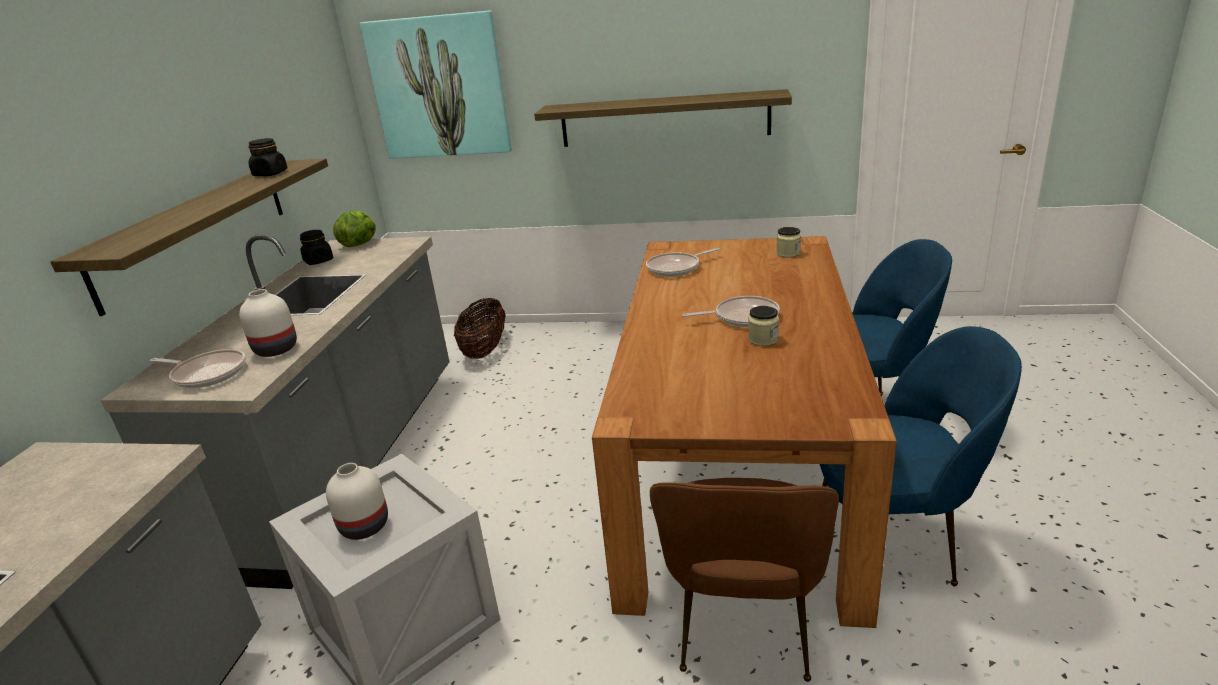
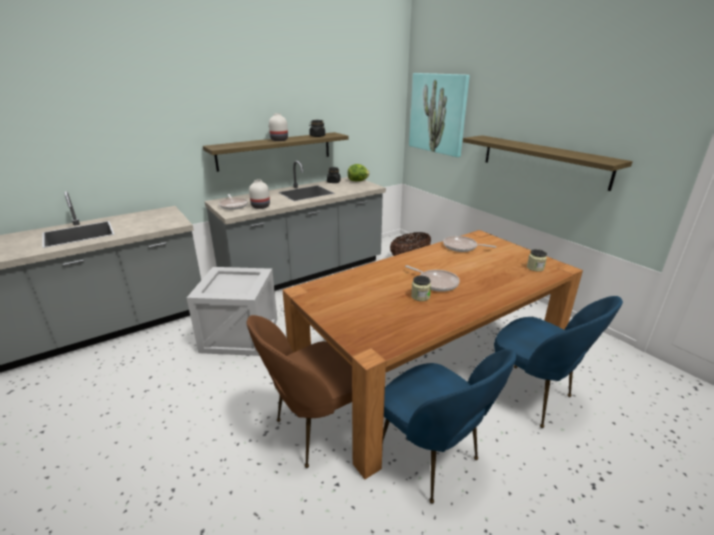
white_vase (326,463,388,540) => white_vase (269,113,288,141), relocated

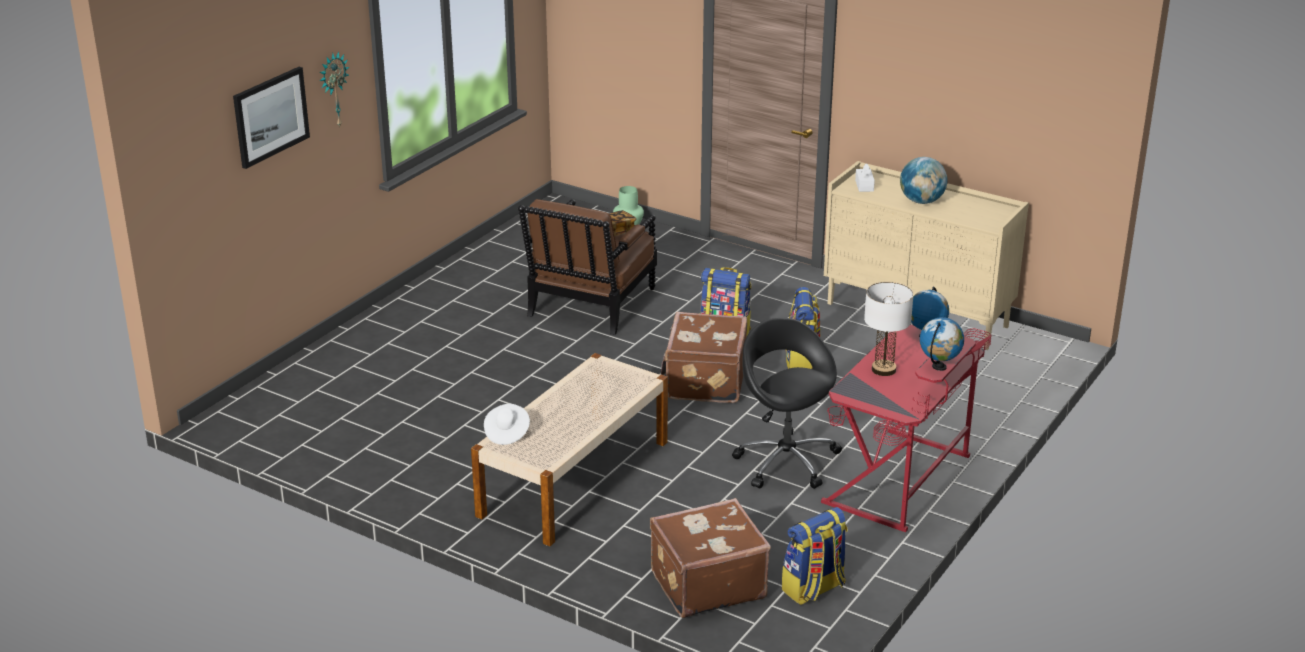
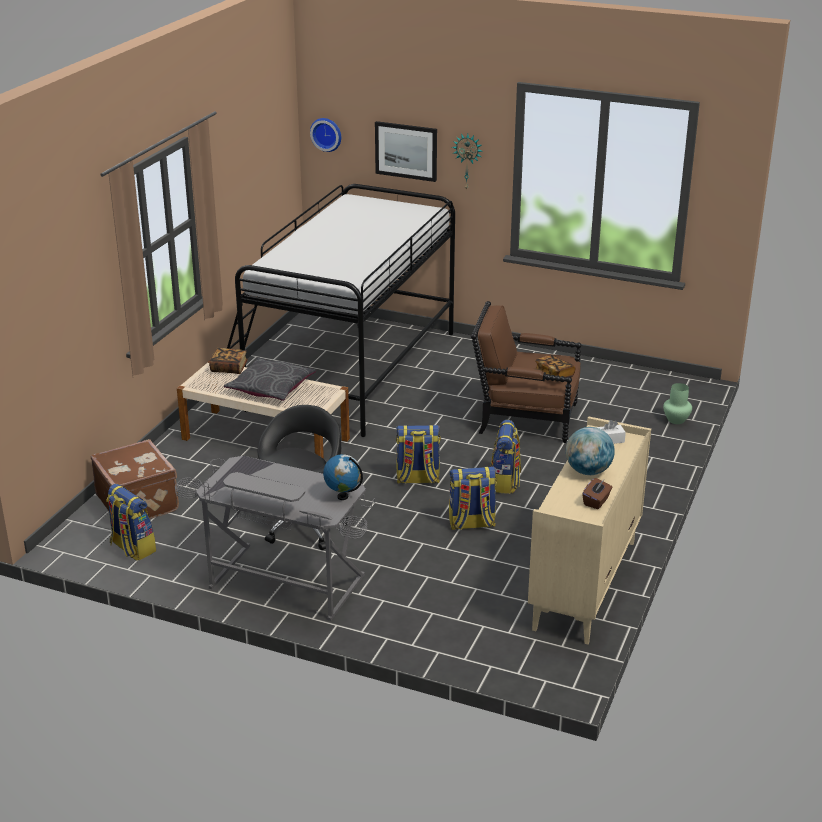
table_lamp (864,282,913,376) => nothing
brown_suitcase (661,312,747,403) => backpack (396,425,441,484)
globe (920,317,964,371) => nothing
red_desk (821,324,992,532) => grey_desk (175,455,375,621)
white_hat (484,404,530,445) => book (209,348,248,374)
nothing => wall_clock (310,118,341,152)
nothing => black_bed (217,184,455,437)
nothing => grey_pillow (224,357,316,401)
nothing => brown_tissue_box (582,478,612,509)

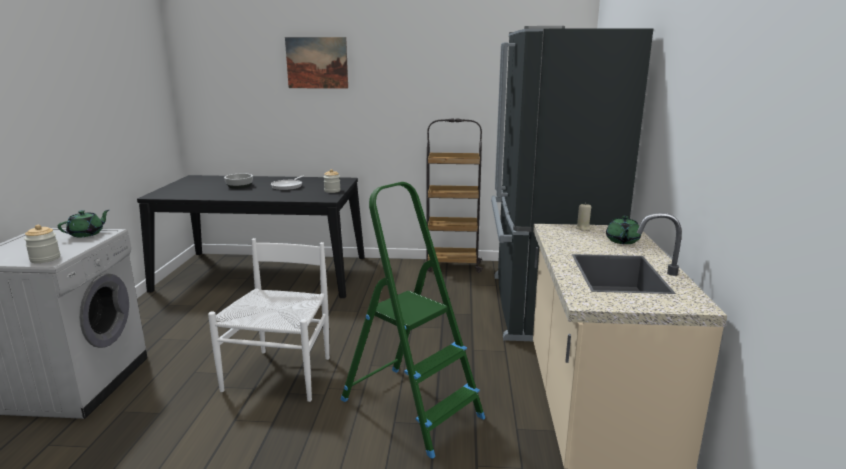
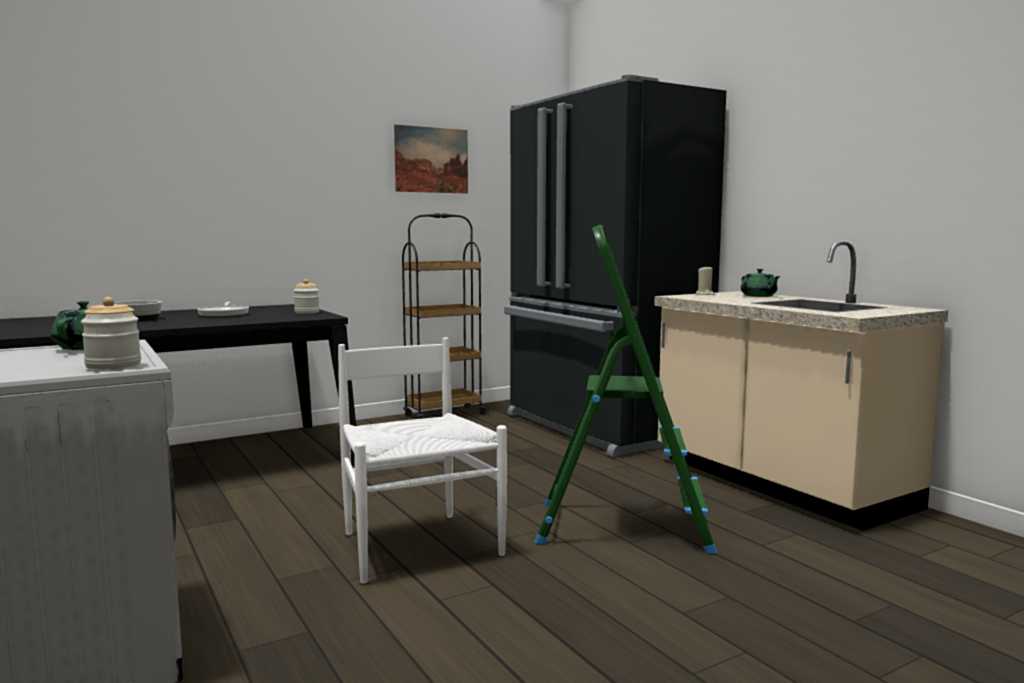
picture (285,37,348,89) => picture (394,125,468,194), relocated

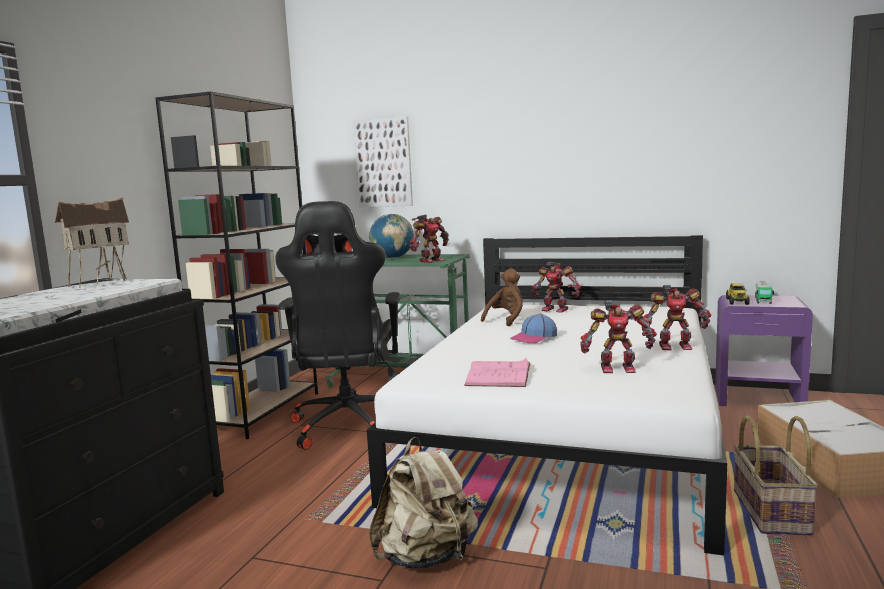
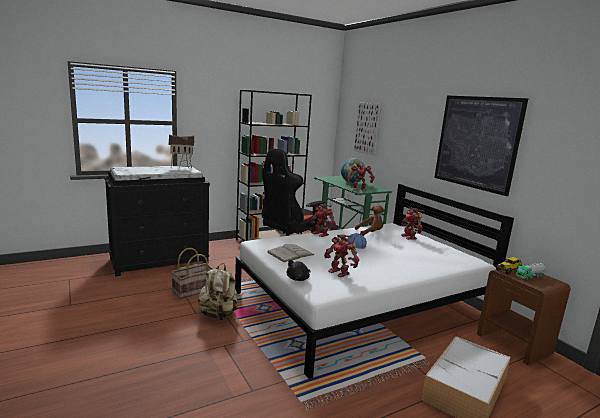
toy_robot (642,285,711,350) => toy_robot (310,204,336,237), relocated
purple_nightstand (715,295,813,406) => brown_nightstand (477,268,571,365)
pink_book (464,358,531,387) => white_book (267,244,314,262)
basket (734,415,818,535) => basket (171,248,213,299), relocated
nothing => picture (434,95,528,196)
nothing => black_plush_toy (287,260,311,281)

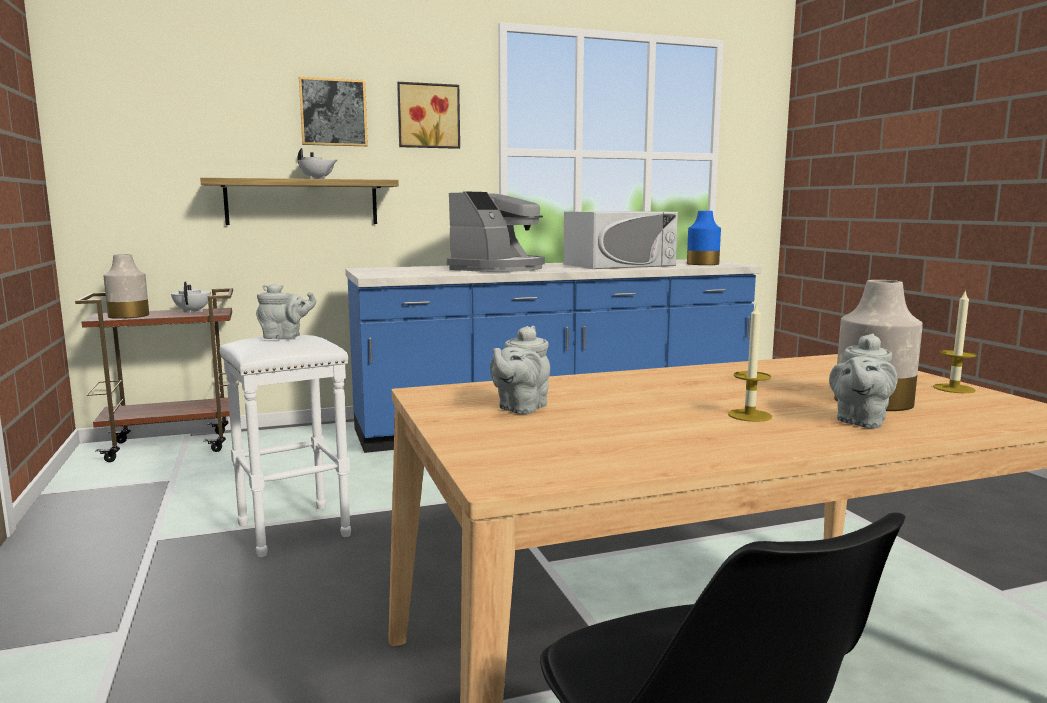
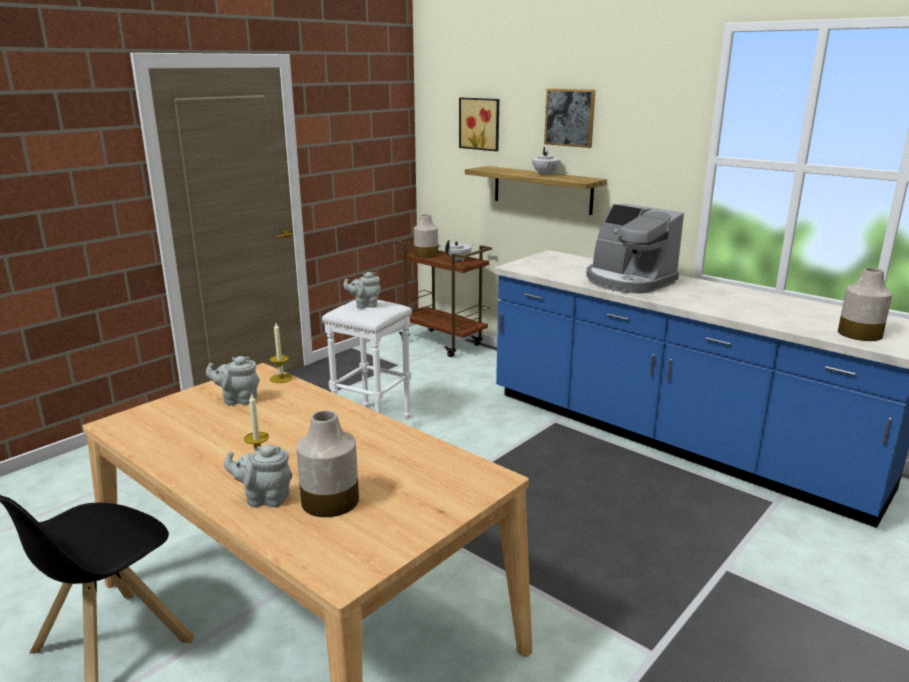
picture (397,82,460,149) => picture (459,98,499,151), relocated
coffee_machine (446,191,545,272) => coffee_machine (586,203,684,294), 45 degrees clockwise
white_microwave (563,211,678,269) => nothing
blue_vase (687,211,721,265) => beige_vase (838,268,892,341)
grey_teapot (256,283,316,339) => grey_teapot (343,272,381,308), 120 degrees clockwise
candle (933,289,977,393) => candle (270,323,292,383), relocated

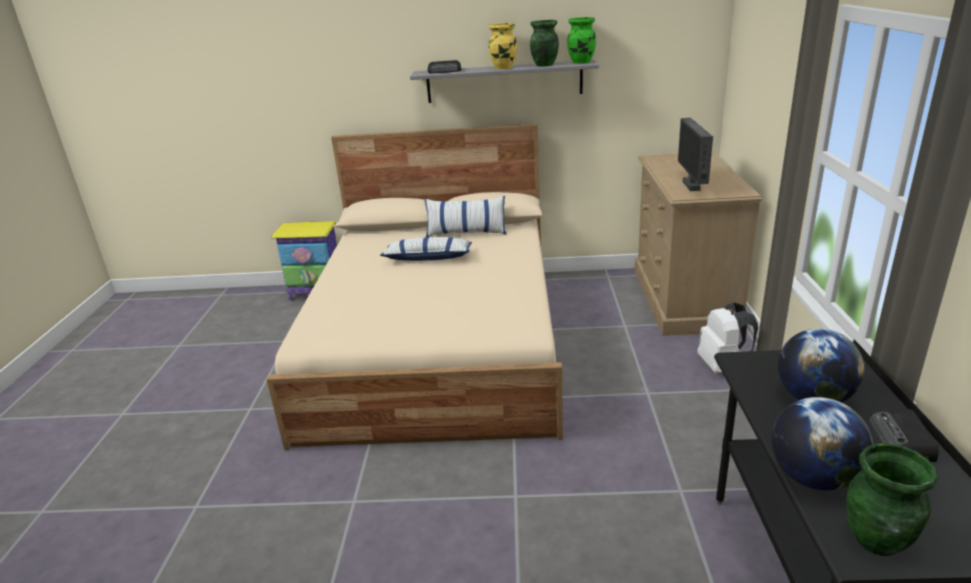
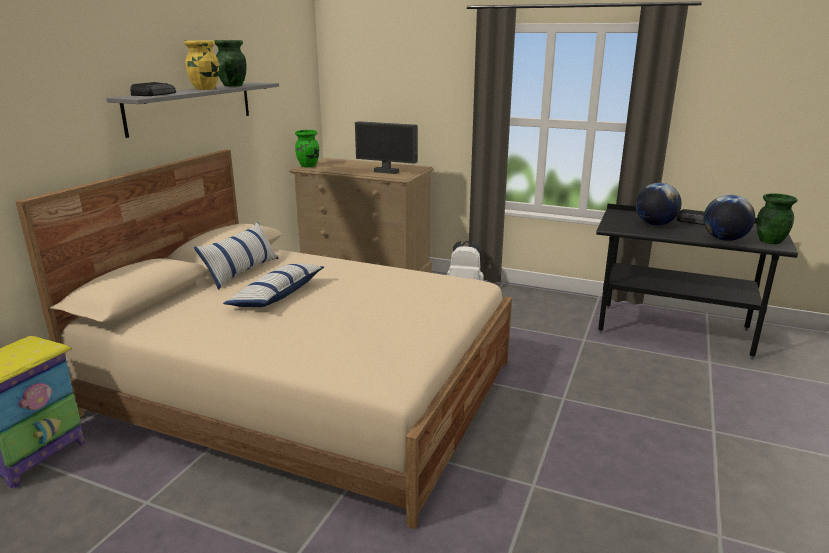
green_vase (567,17,596,64) => green_vase (295,130,319,167), relocated

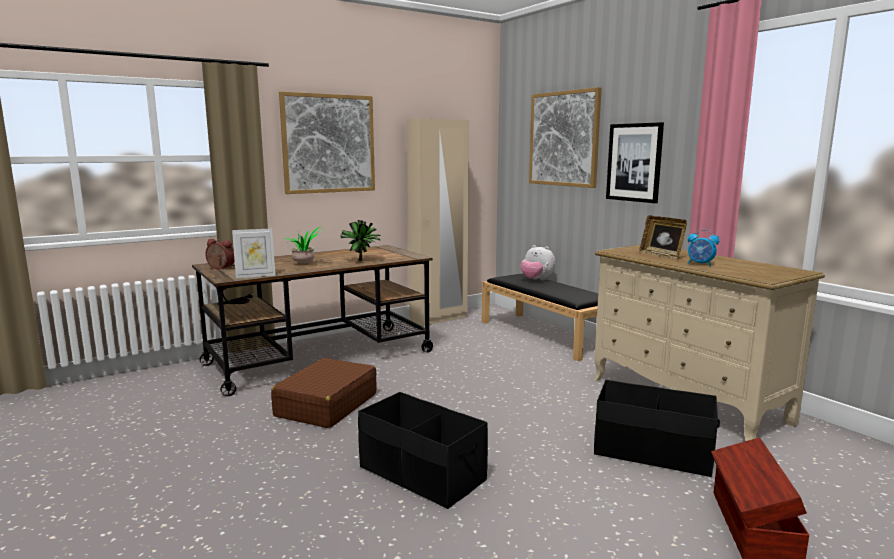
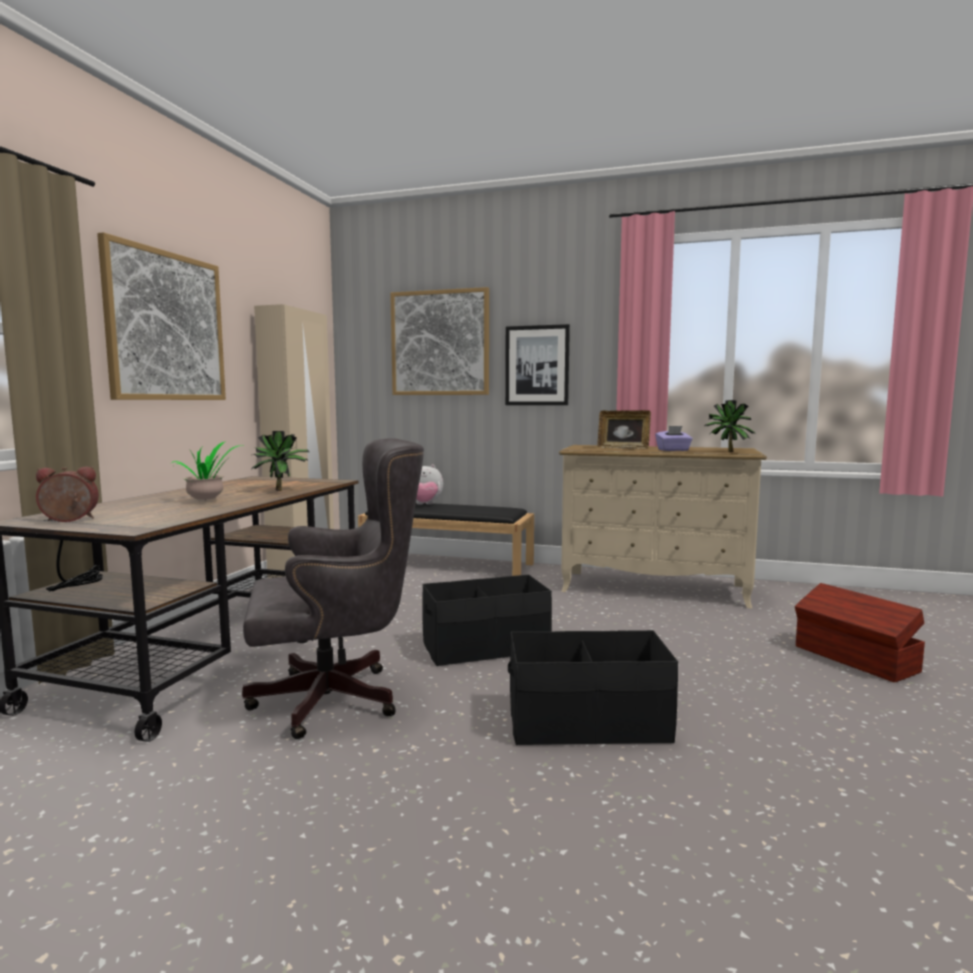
picture_frame (232,228,275,278) => nothing
alarm_clock (687,229,719,266) => purple_tissue_box (655,426,693,451)
brown_suitcase (271,358,377,428) => grey_office_chair (242,438,424,739)
black_storage_box (594,380,720,477) => black_storage_box (422,575,552,666), relocated
nothing => potted_plant (705,400,755,452)

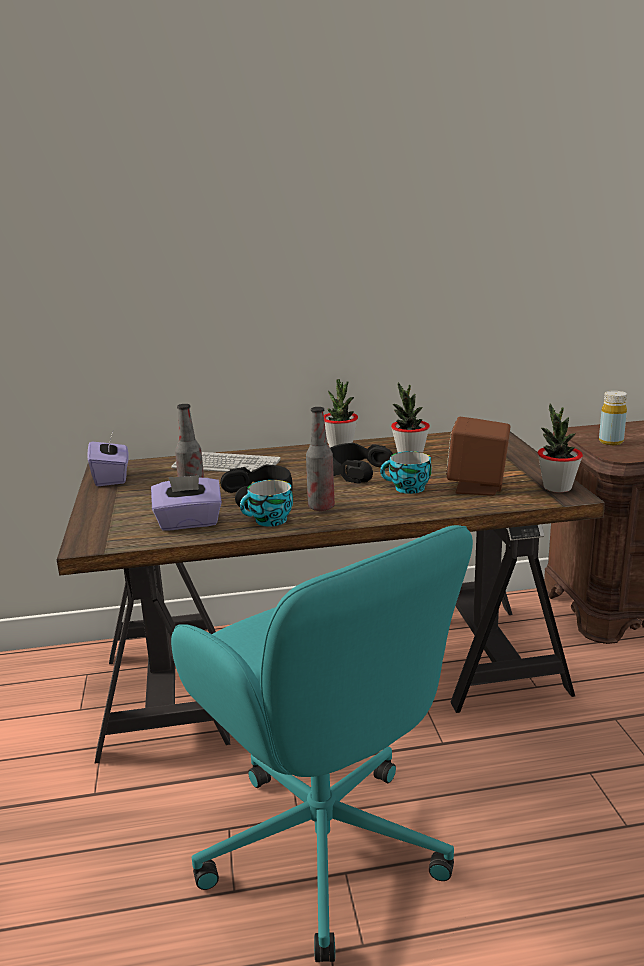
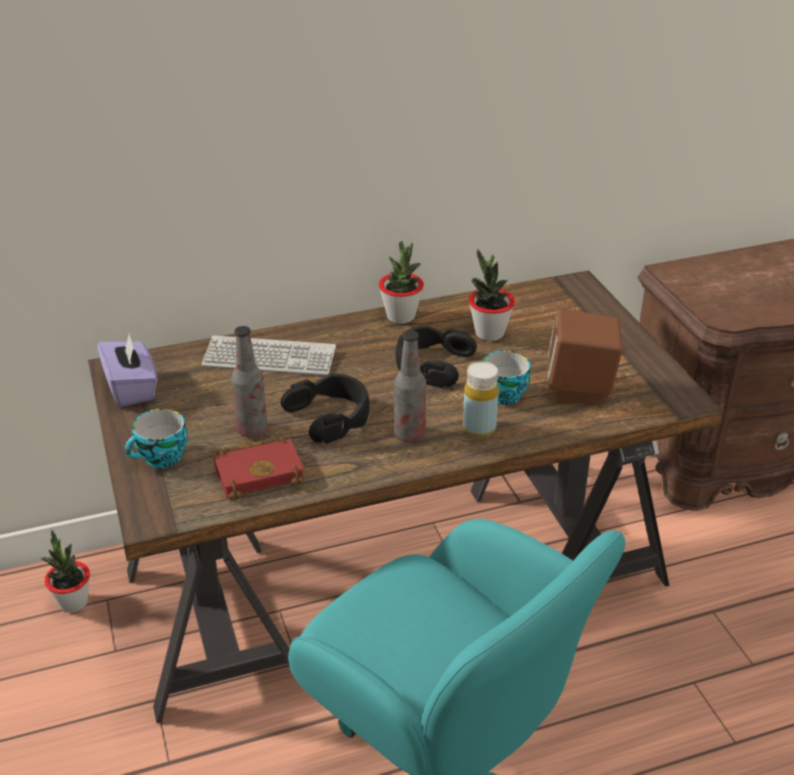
yellow_bottle (599,391,627,445) => yellow_bottle (463,361,499,437), relocated
potted_plant (538,403,583,493) => potted_plant (41,530,90,613), relocated
purple_tissue_box (151,475,222,531) => red_book (214,437,305,499)
cup (240,480,293,526) => cup (125,409,188,468), relocated

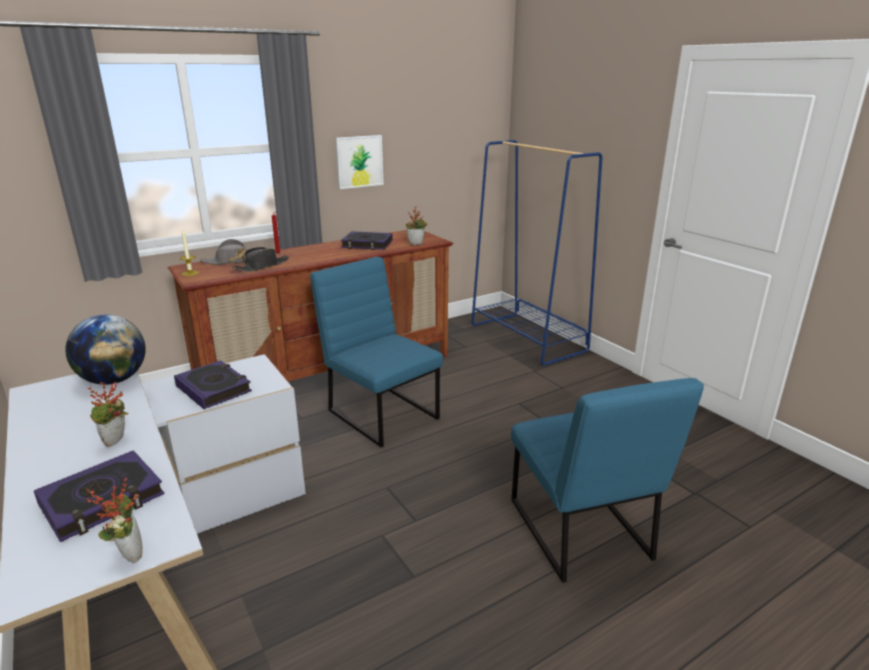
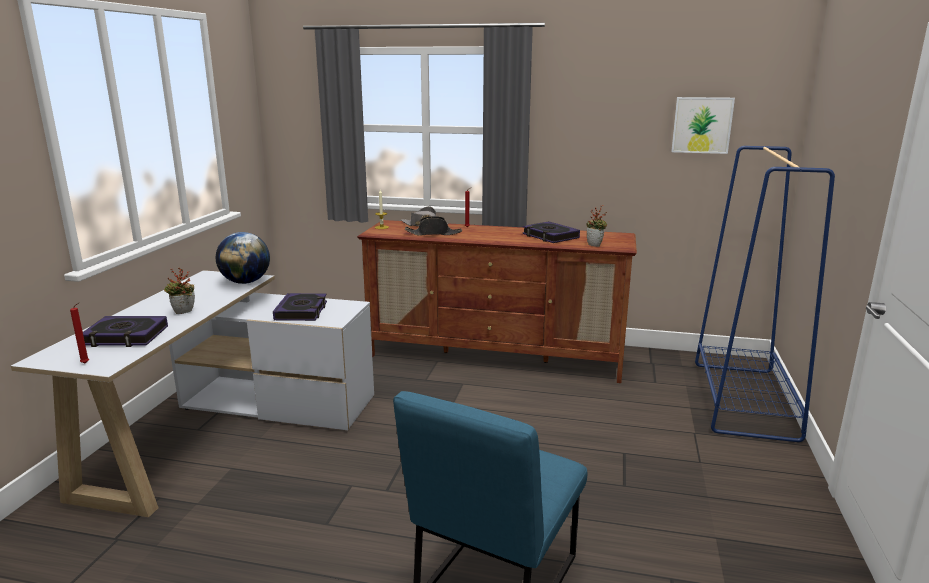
picture (335,135,384,189) => picture (671,97,735,154), relocated
blue_chair (310,257,443,447) => nothing
potted_plant (87,478,143,563) => red_candle (70,302,89,363)

